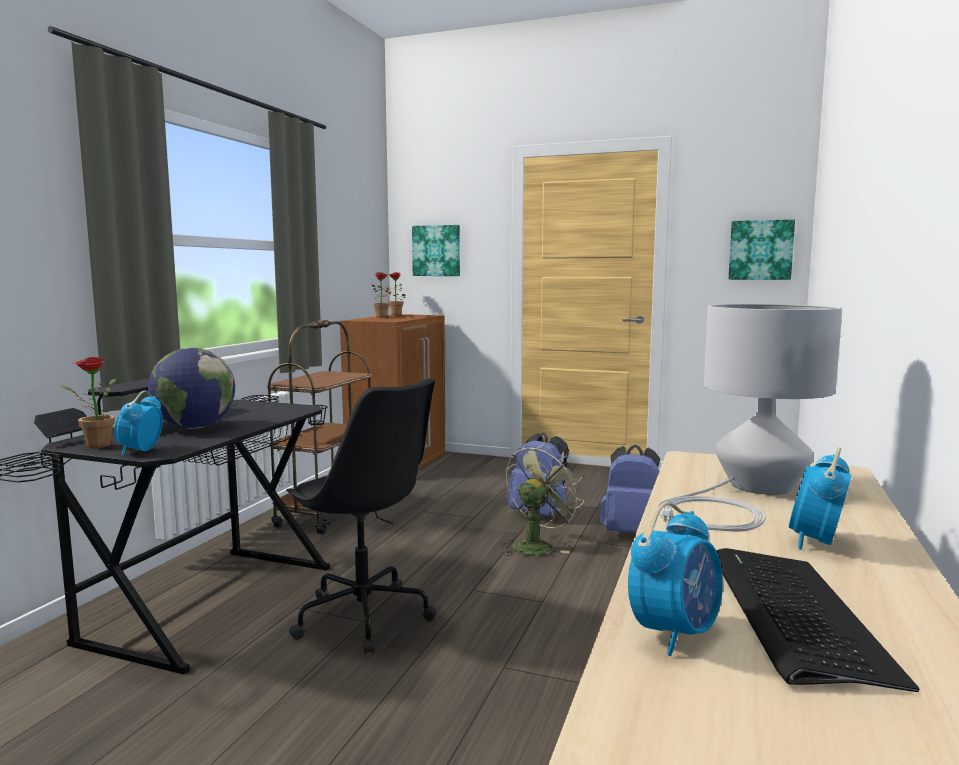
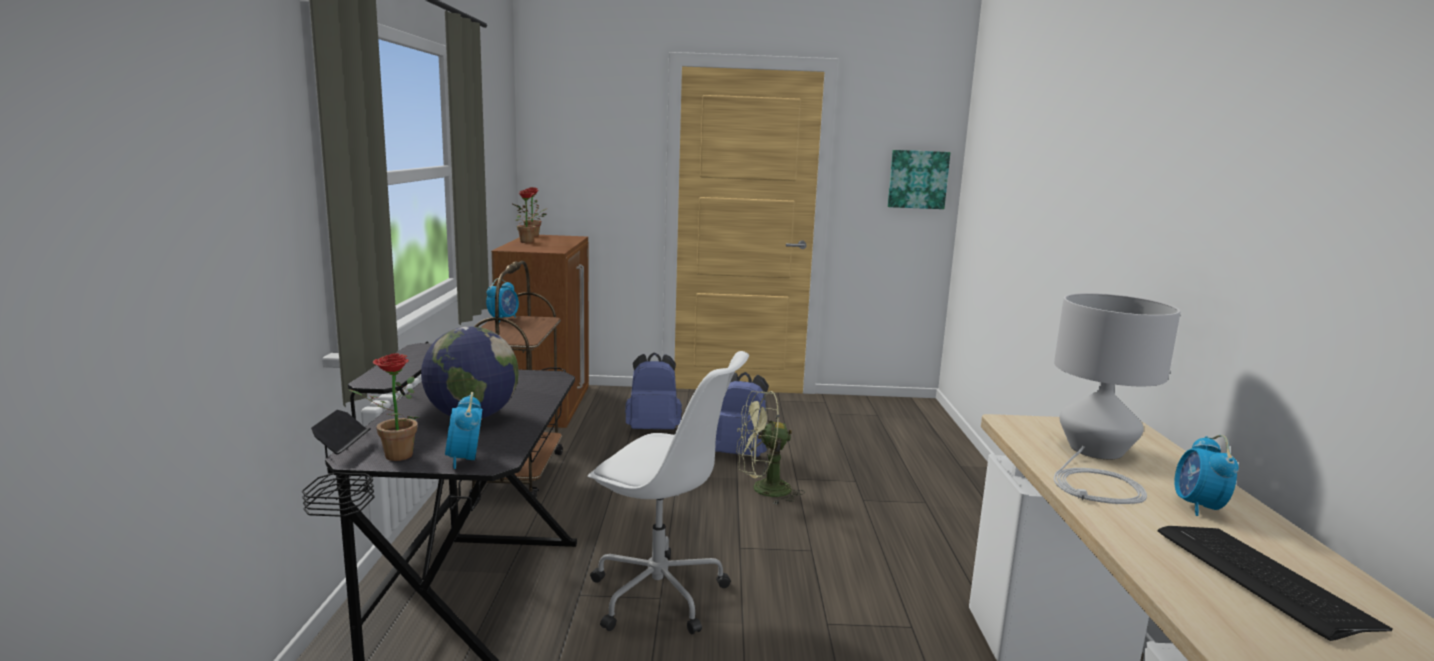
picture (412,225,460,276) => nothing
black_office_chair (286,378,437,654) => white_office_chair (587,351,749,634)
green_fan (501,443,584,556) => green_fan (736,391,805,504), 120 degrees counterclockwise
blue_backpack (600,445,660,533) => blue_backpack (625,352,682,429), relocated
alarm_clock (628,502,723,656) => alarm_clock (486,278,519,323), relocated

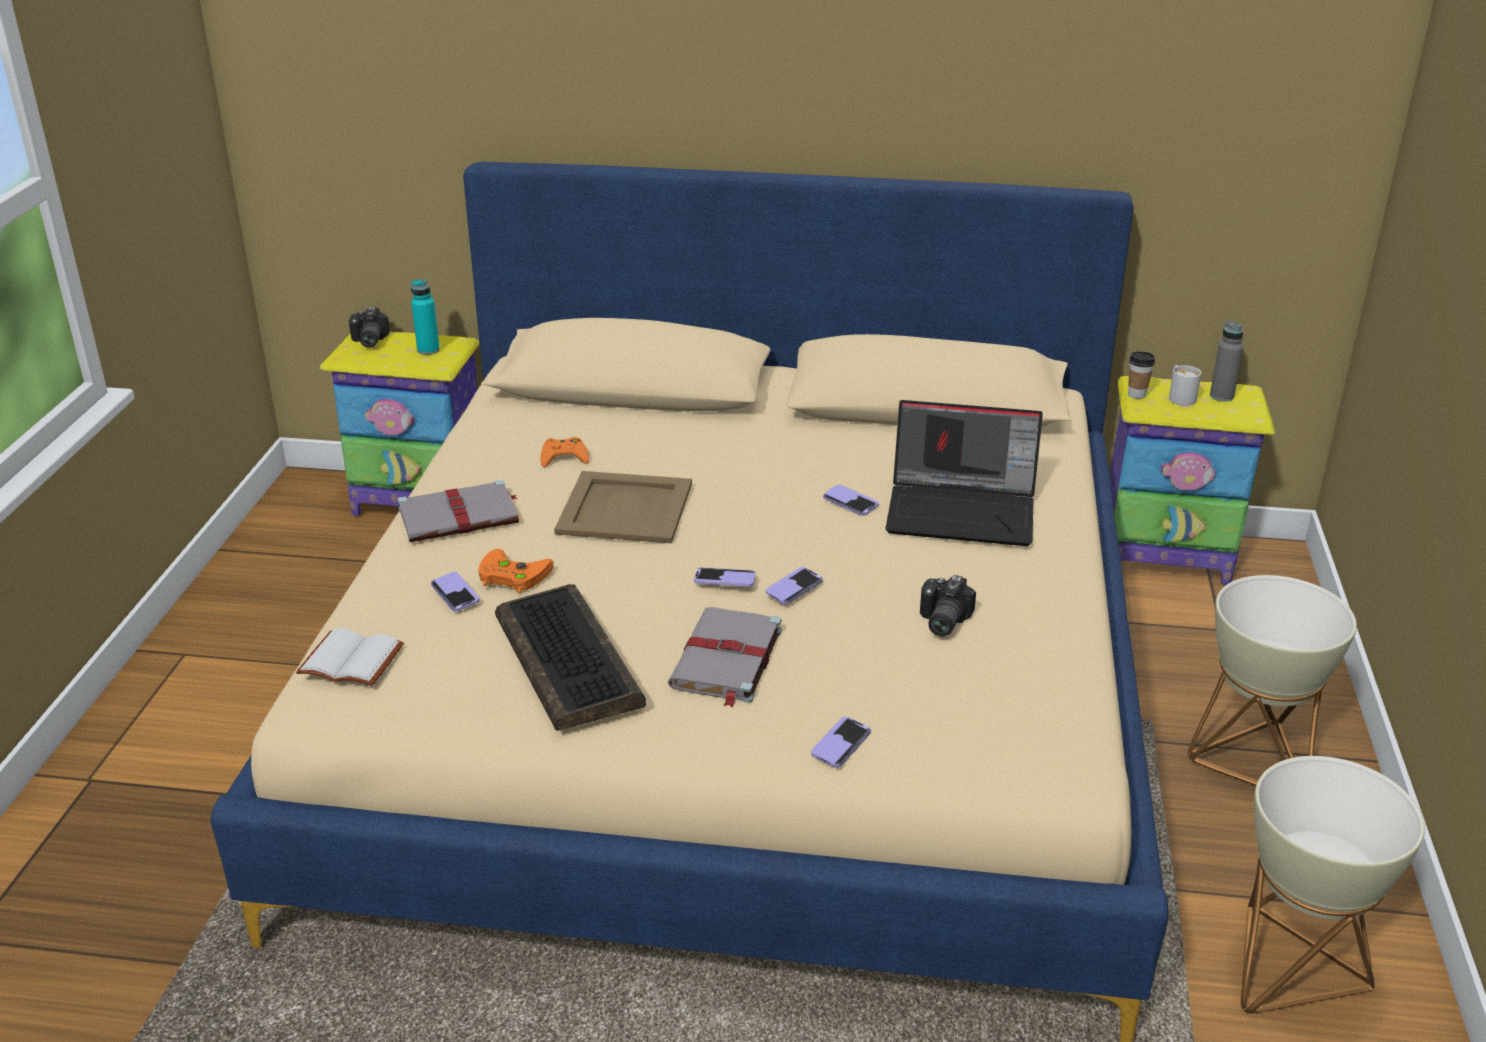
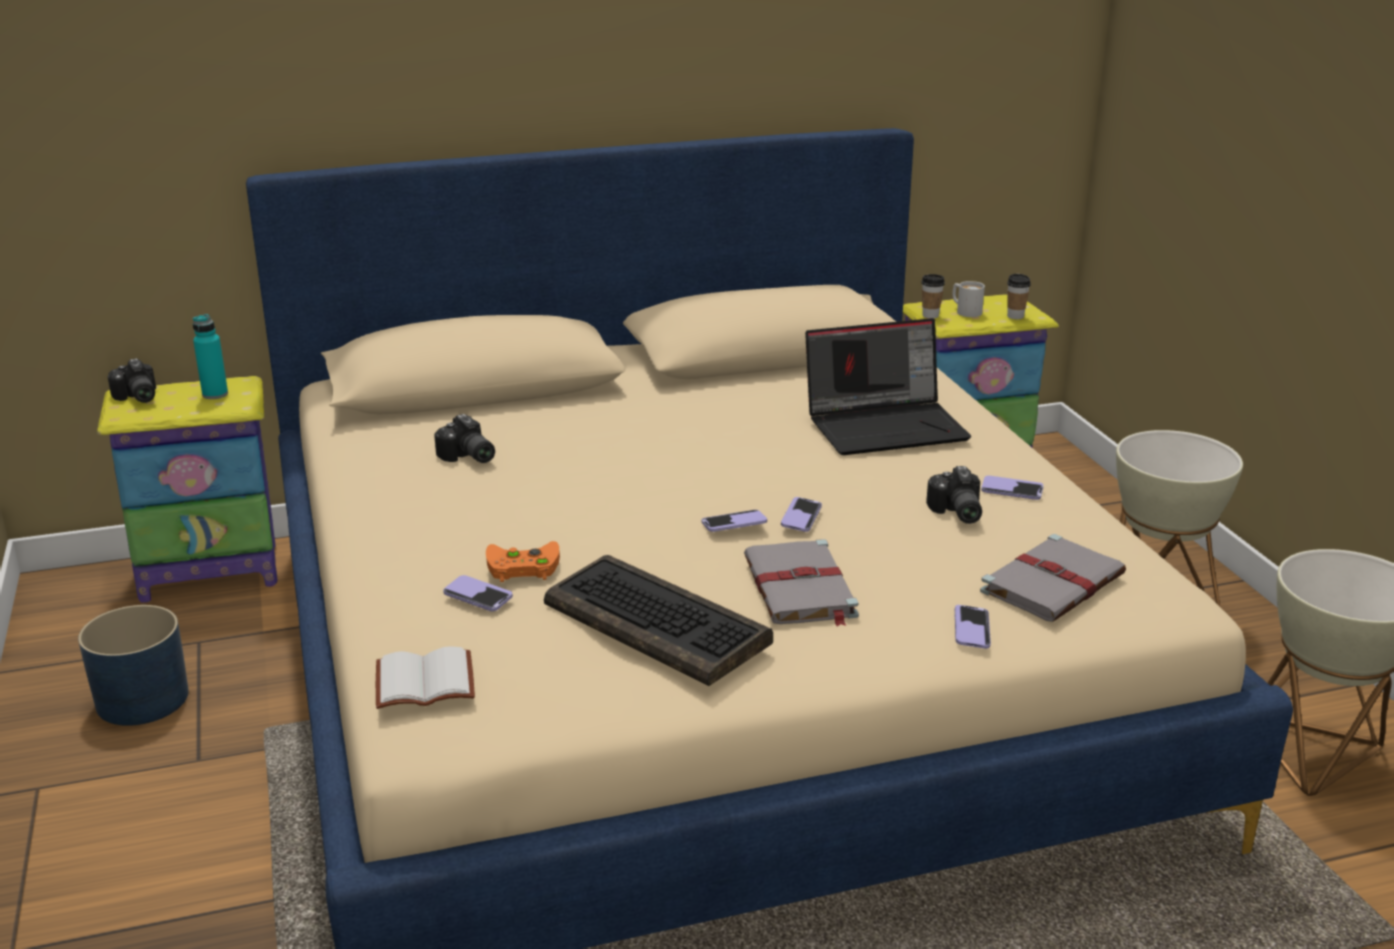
grey_bottle (1210,320,1244,402) => nothing
orange_game_controller (540,437,589,468) => photo_camera (434,414,495,463)
beige_tray (554,471,692,543) => nothing
grey_book (397,480,519,542) => grey_book (980,534,1126,622), relocated
phone (823,485,879,516) => phone (981,476,1044,500), relocated
nothing => cup (1007,274,1031,319)
nothing => blue_planter (78,605,189,726)

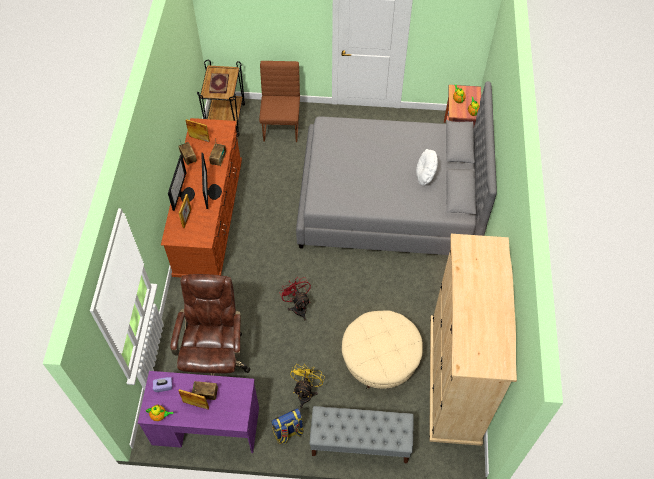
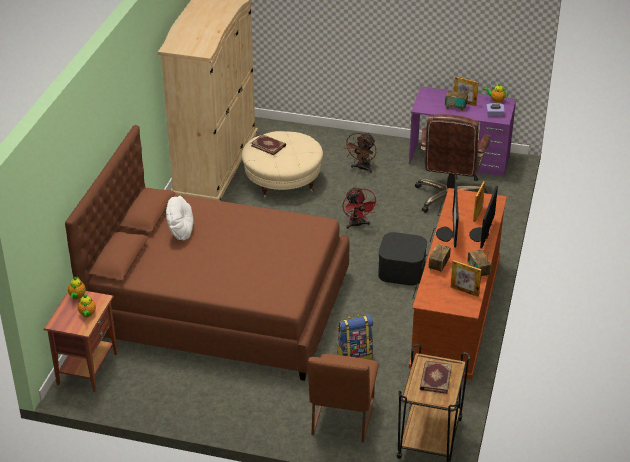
grey_bed (296,81,497,255) => brown_bed (65,125,349,381)
yellow_fan (290,364,325,409) => brown_fan (344,133,376,173)
grey_bench (309,406,414,463) => nothing
backpack (271,408,304,444) => backpack (337,315,373,359), relocated
nothing => book (251,134,286,155)
nothing => black_storage_box (378,232,427,286)

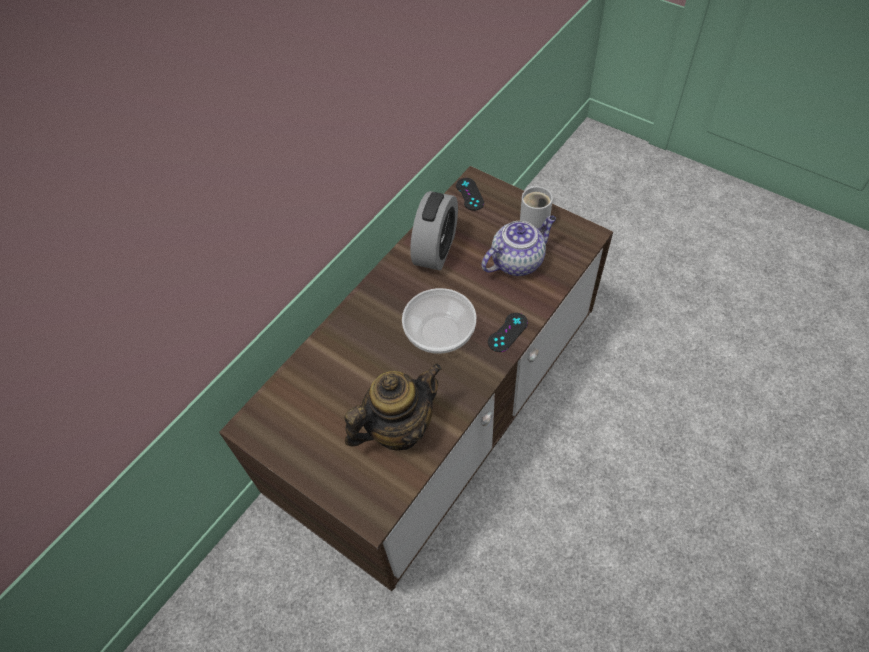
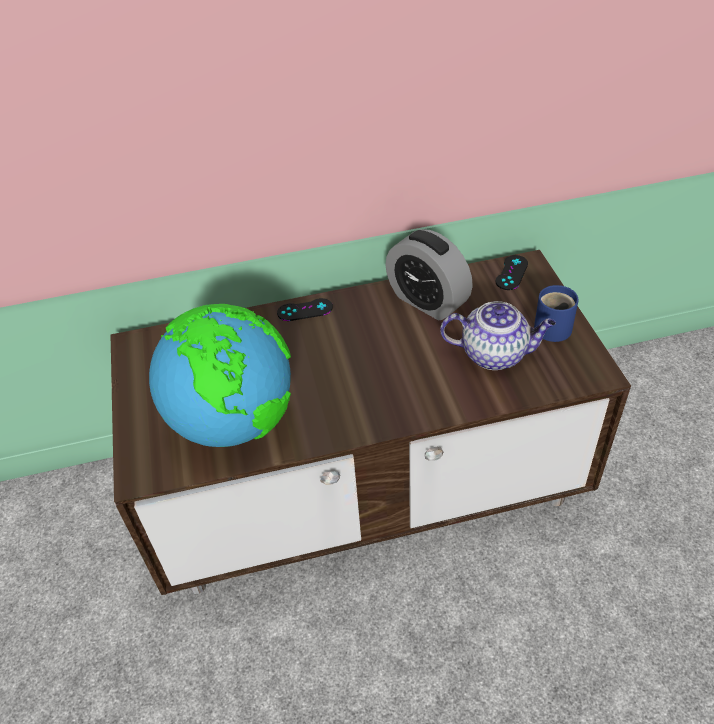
white_mug (520,186,553,229) => blue_mug (534,285,579,342)
alarm_clock (410,191,458,270) => alarm_clock (385,229,473,320), 75 degrees clockwise
bowl (402,288,476,354) => nothing
black_game_controller (488,313,528,352) => black_game_controller (277,298,333,321), relocated
teapot (344,363,442,450) => globe (149,304,291,447)

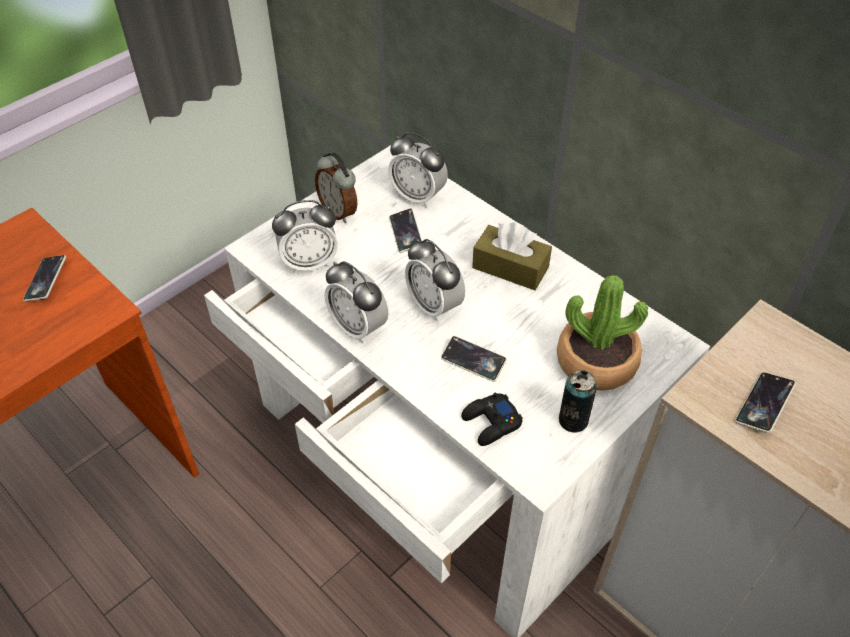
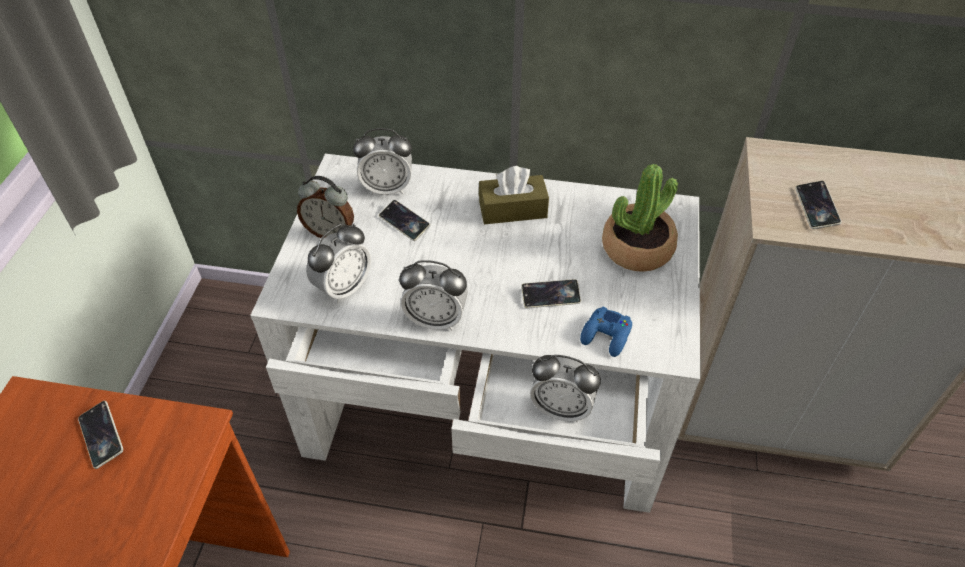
alarm_clock (405,239,465,322) => alarm_clock (530,355,601,422), relocated
can (559,370,597,433) => nothing
black_game_controller (461,393,523,446) => blue_game_controller (580,306,632,357)

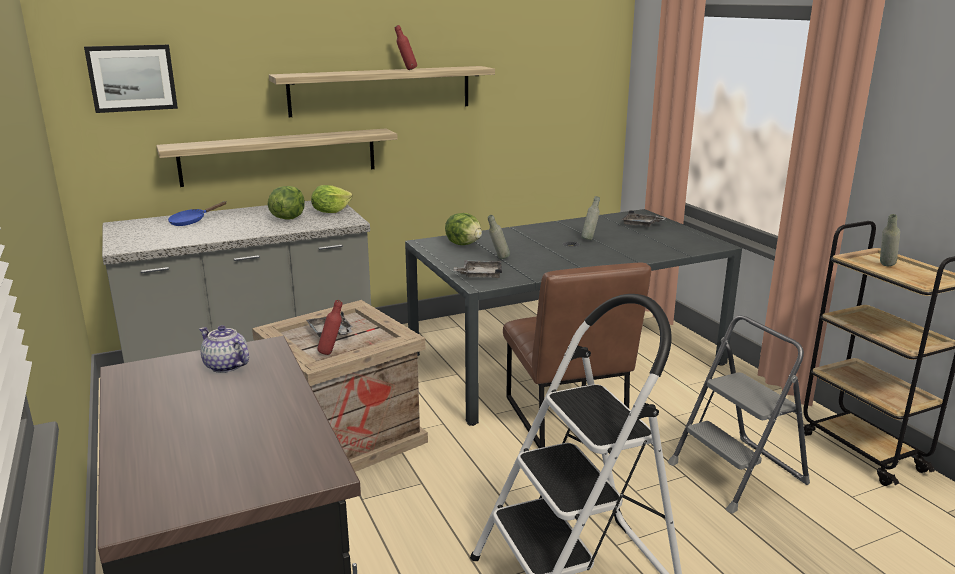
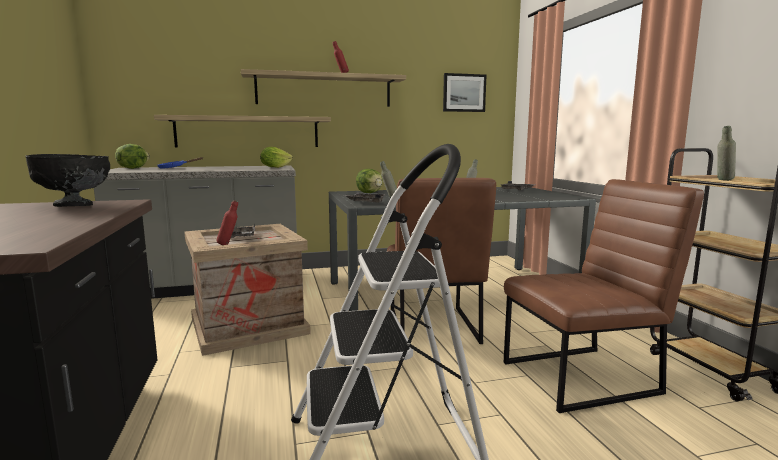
picture (84,45,178,113) => picture (443,73,486,112), relocated
lettuce (268,186,305,220) => lettuce (115,144,150,169), relocated
grey_step_ladder (667,316,810,514) => brown_chair (504,179,704,413)
teapot (199,325,249,373) => black_bowl (25,154,110,207)

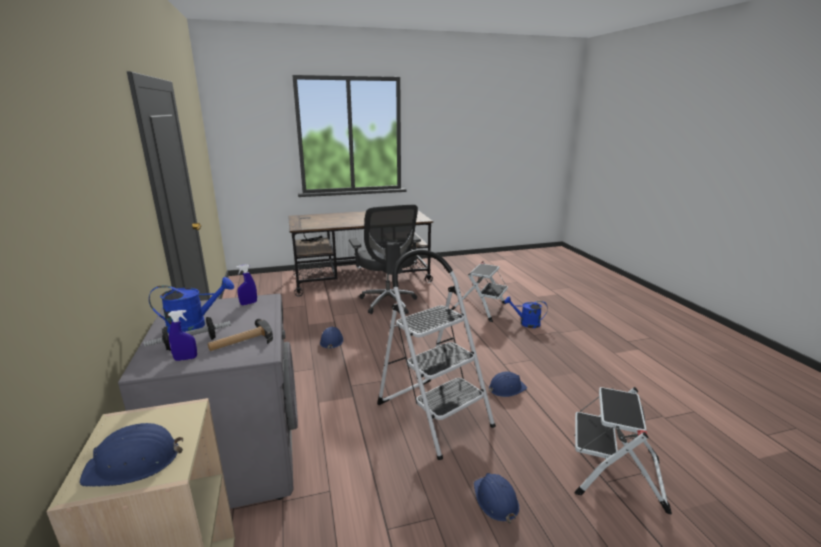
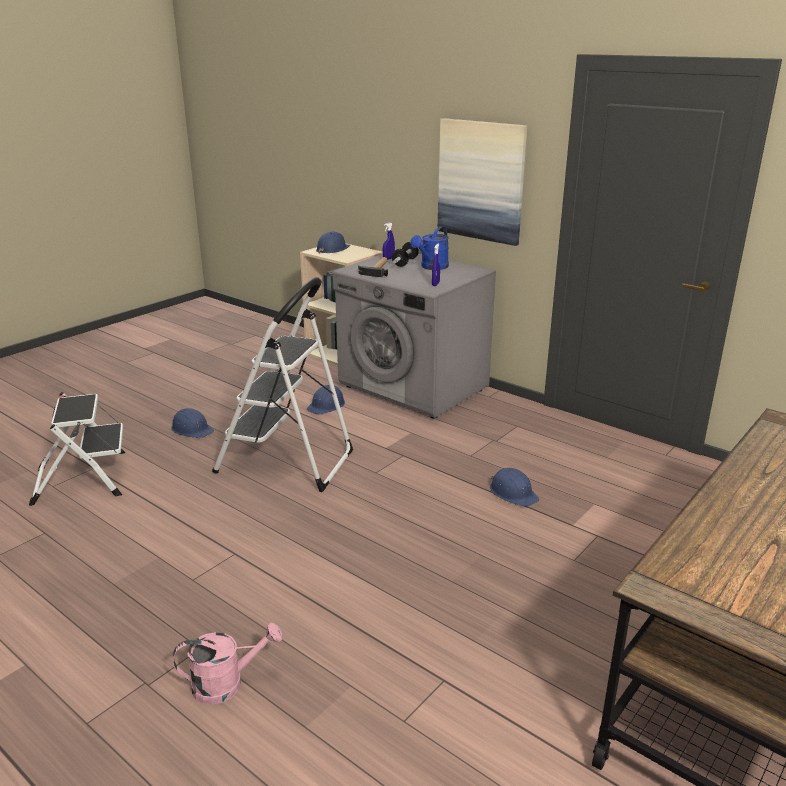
office_chair (349,205,421,315) => nothing
step_ladder (451,261,508,322) => nothing
blue_watering_can (504,296,548,328) => pink_watering_can (173,623,282,705)
blue_hard_hat (489,372,527,397) => blue_hard_hat (307,385,345,415), relocated
nothing => picture (438,118,527,246)

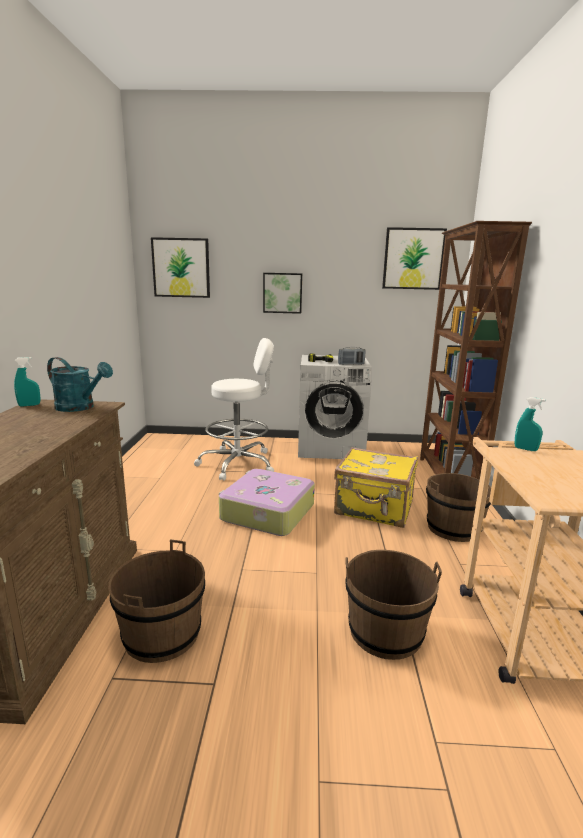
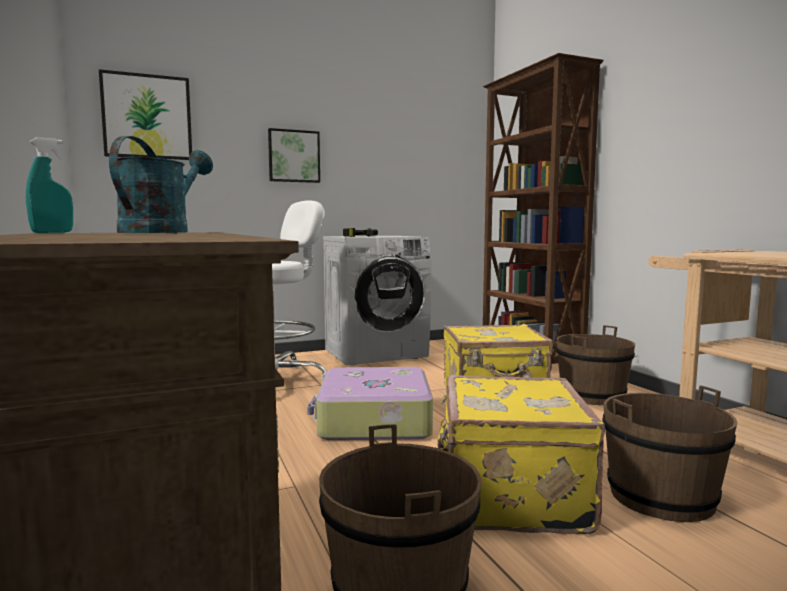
picture (382,227,447,290) => nothing
radio (338,347,365,365) => nothing
turquoise_watering_can (47,357,113,412) => turquoise_watering_can (109,136,213,233), 75 degrees counterclockwise
turquoise_spray_bottle (515,397,546,451) => nothing
nothing => yellow_suitcase (438,375,605,534)

